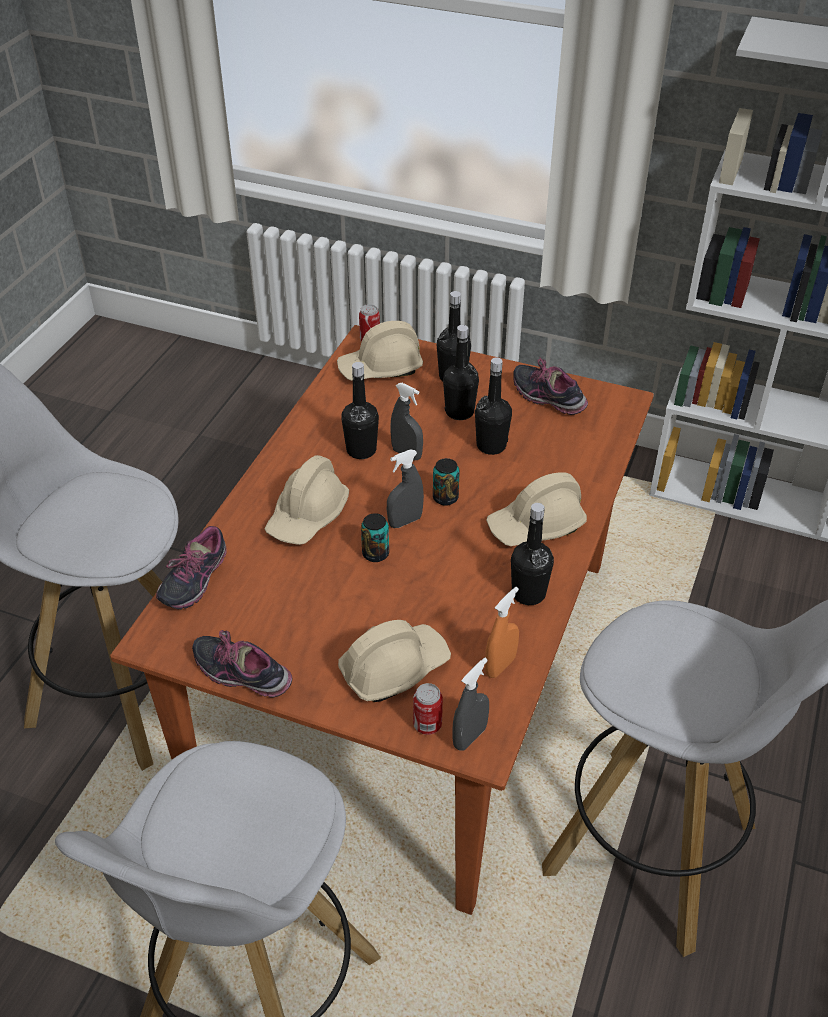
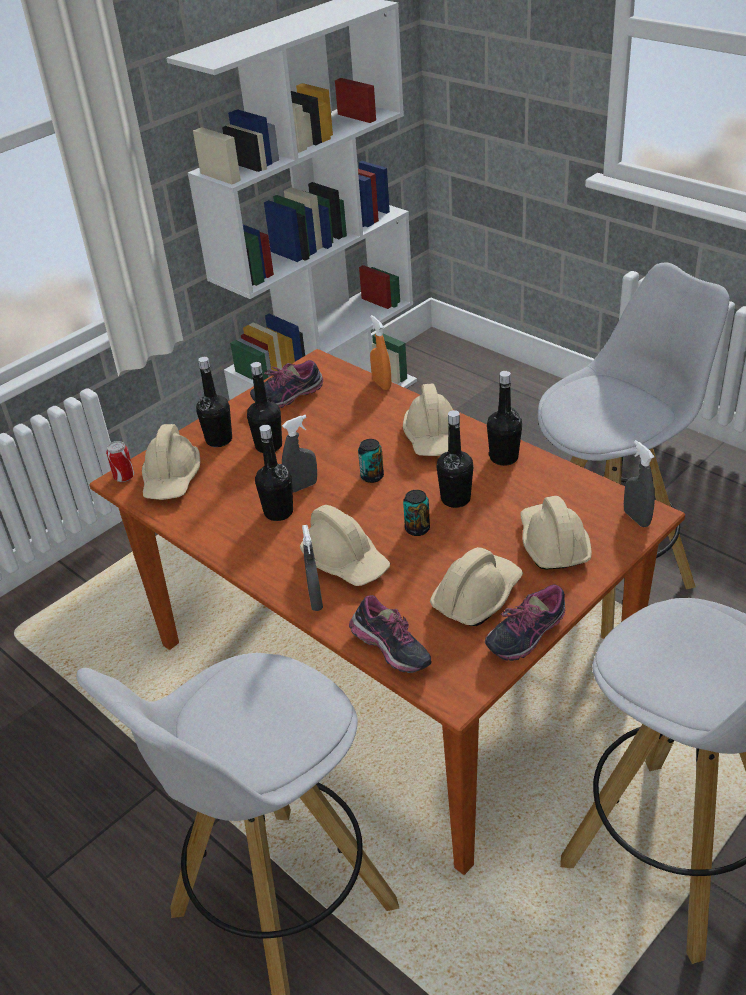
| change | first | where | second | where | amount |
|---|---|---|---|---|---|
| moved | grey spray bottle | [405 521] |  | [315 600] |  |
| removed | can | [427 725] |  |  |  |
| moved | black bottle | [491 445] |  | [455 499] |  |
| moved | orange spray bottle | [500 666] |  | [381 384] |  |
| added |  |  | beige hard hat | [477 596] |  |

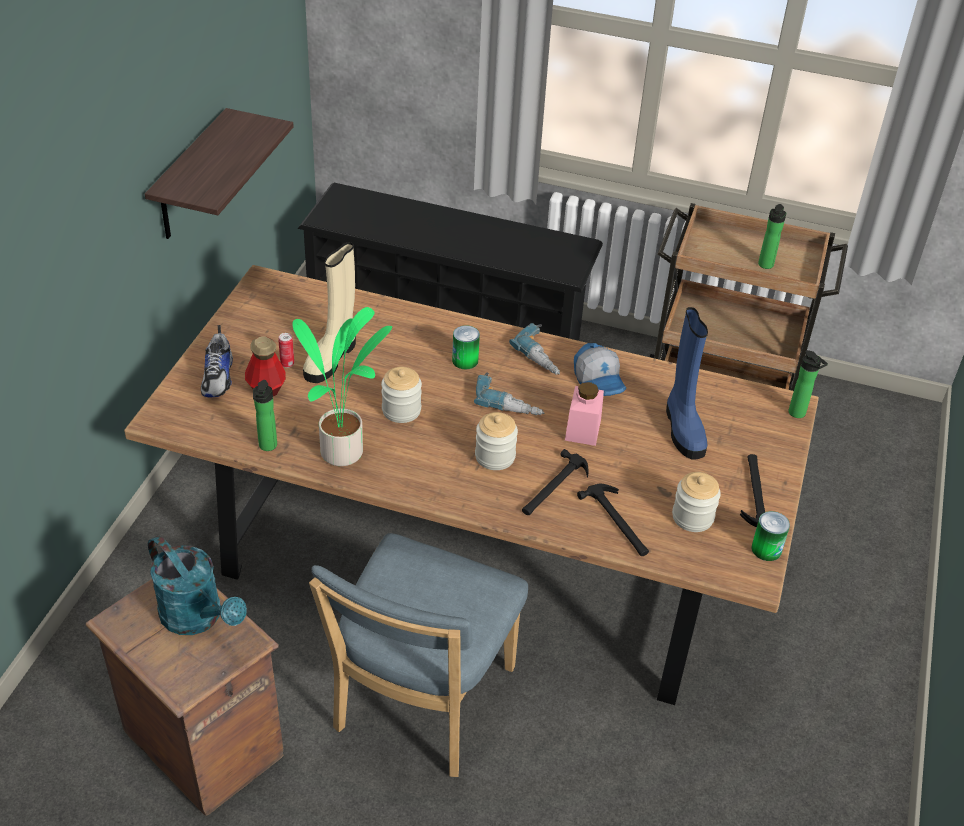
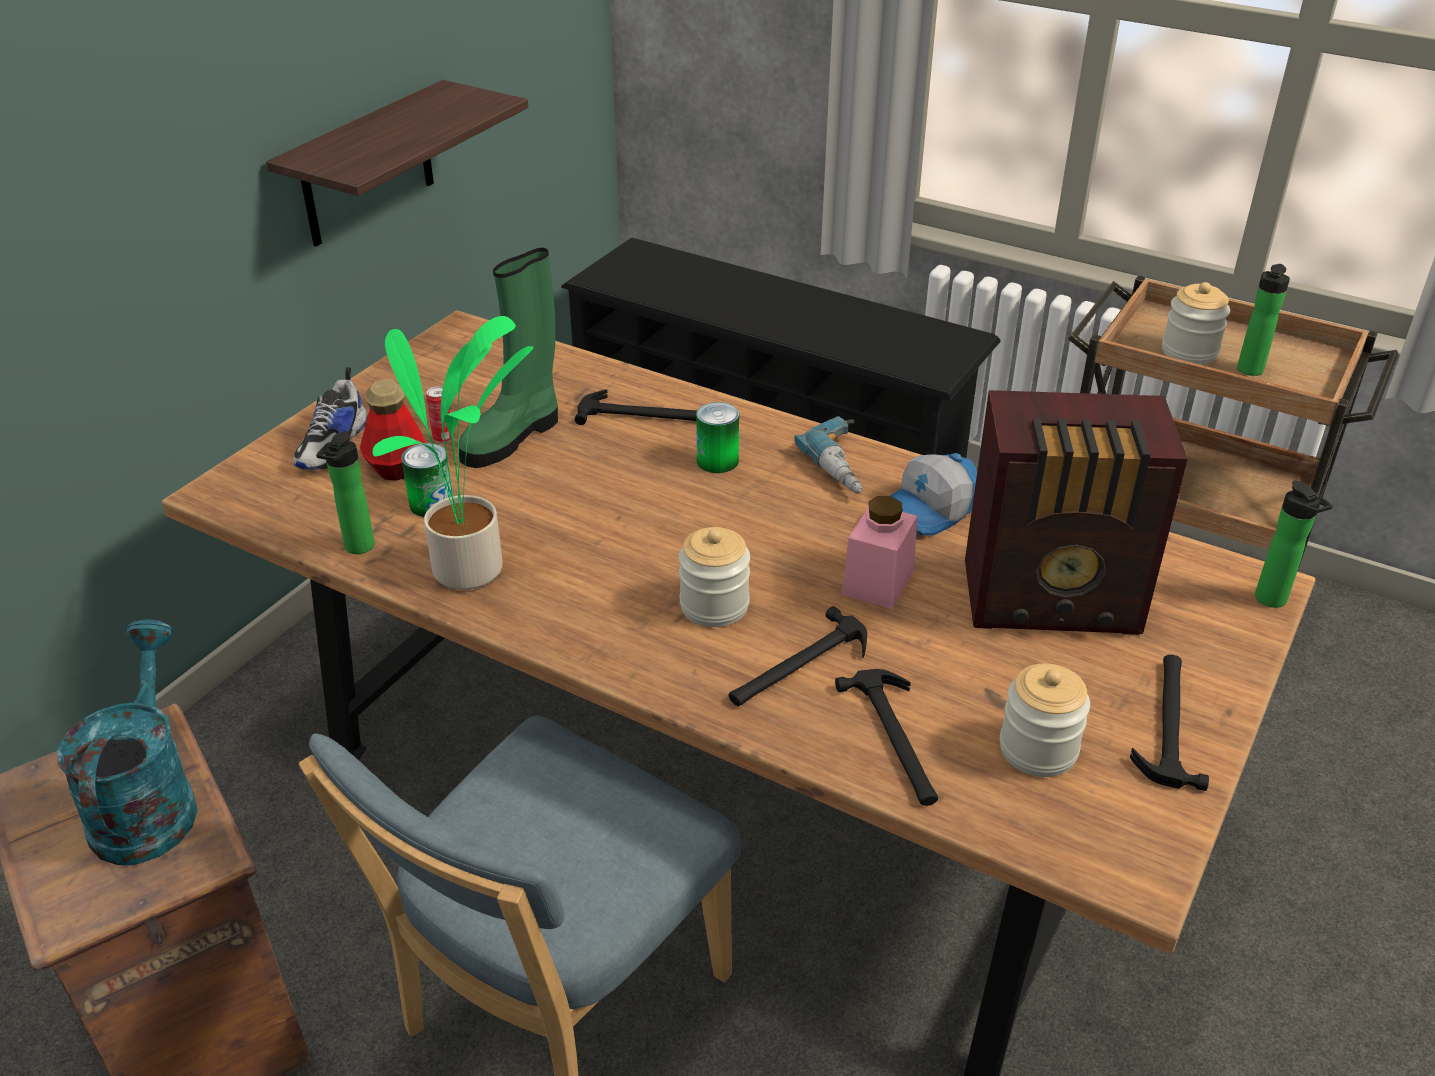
| change | first | where | second | where | amount |
|---|---|---|---|---|---|
| turned | turquoise watering can | [198 618] |  | [148 802] | 150 degrees counterclockwise |
| recoloured | beige boot | [331 358] | green boot | [513 437] |  |
| moved | jar | [401 410] |  | [1189 352] |  |
| removed | power drill | [510 401] |  |  |  |
| turned | cap | [599 380] |  | [928 511] | 60 degrees clockwise |
| replaced | blue boot | [683 429] | radio | [1055 601] |  |
| moved | can | [766 549] |  | [431 504] |  |
| added |  |  | hammer | [645 415] |  |

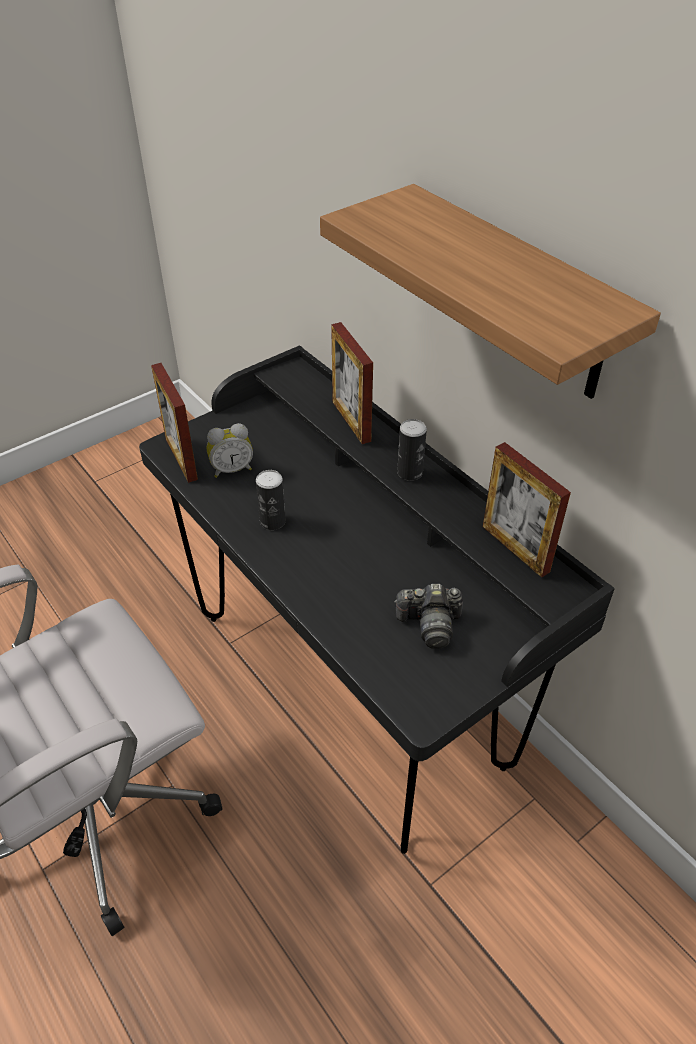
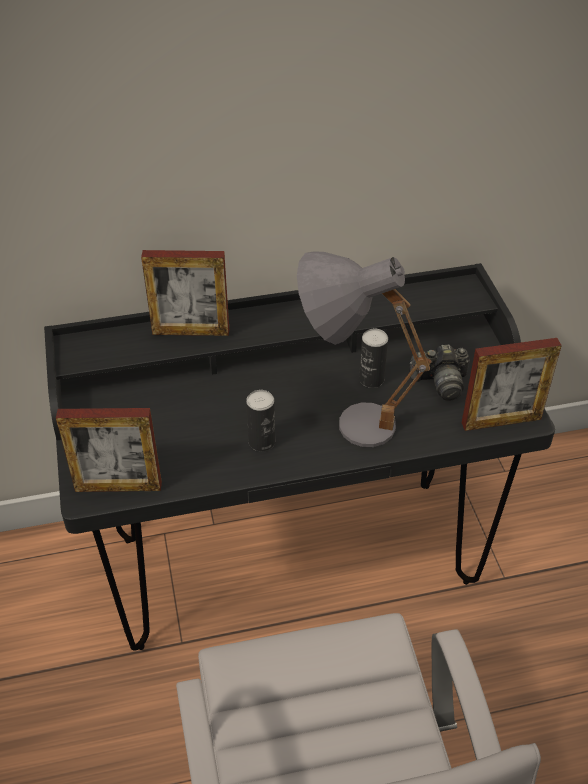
| change | first | where | second | where | amount |
|---|---|---|---|---|---|
| removed | alarm clock | [231 469] |  |  |  |
| removed | shelf | [515 294] |  |  |  |
| turned | photo camera | [429 624] |  | [440 383] | 60 degrees clockwise |
| moved | can | [410 472] |  | [371 379] |  |
| moved | picture frame | [515 548] |  | [501 421] |  |
| added |  |  | grey table lamp | [346 419] |  |

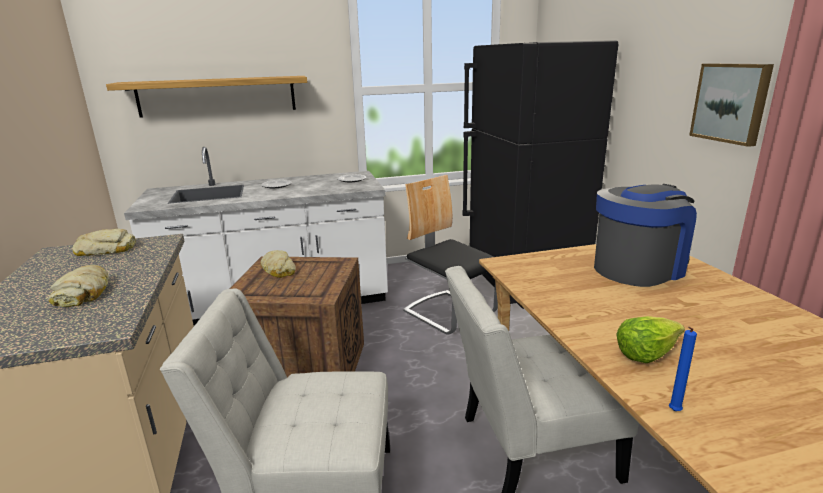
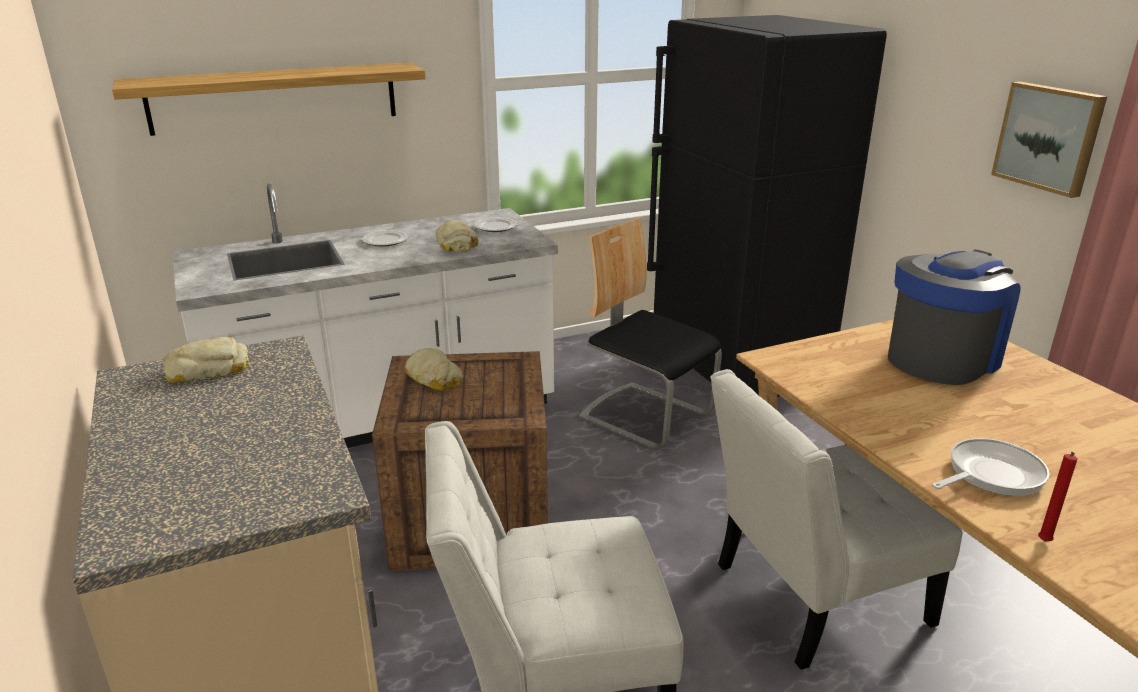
| change | first | where | second | where | amount |
|---|---|---|---|---|---|
| moved | bread | [84 293] |  | [456 243] |  |
| replaced | lettuce | [645 353] | frying pan | [991 474] |  |
| recoloured | blue candle | [673 412] | red candle | [1043 542] |  |

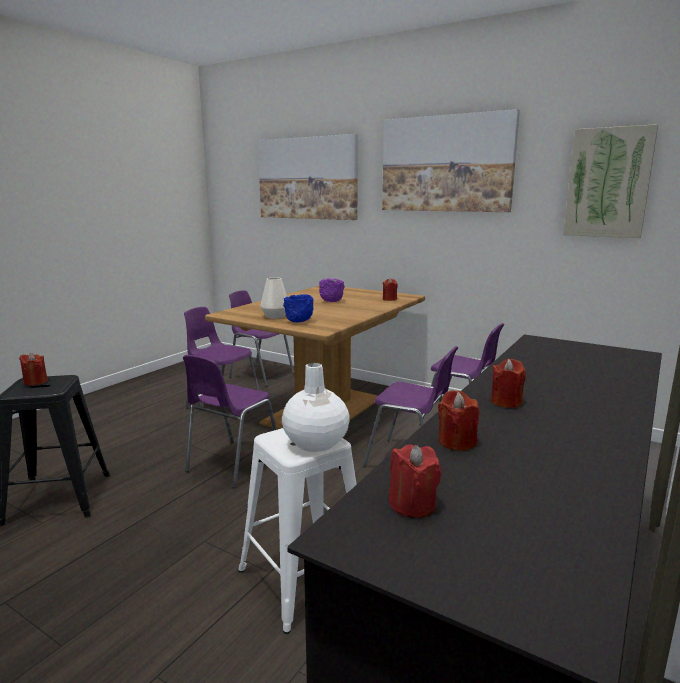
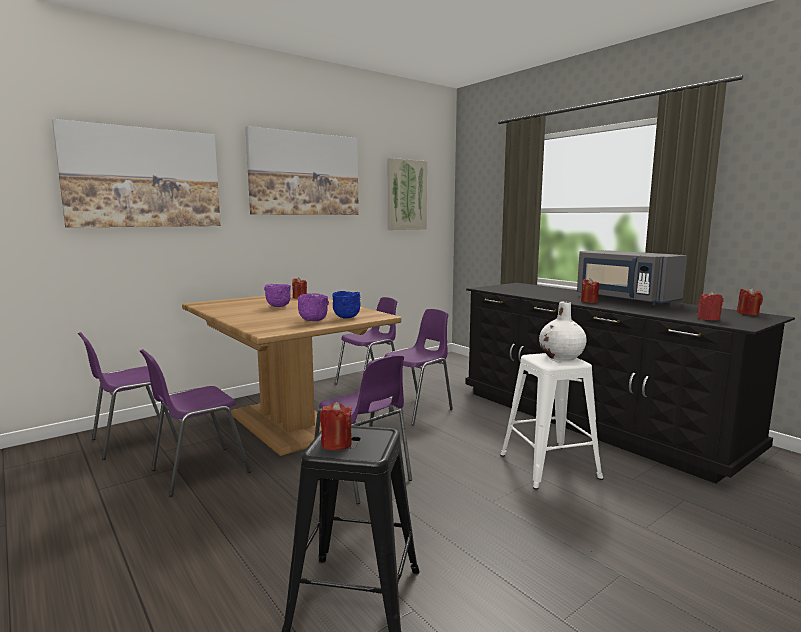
| change | first | where | second | where | amount |
|---|---|---|---|---|---|
| replaced | white vase | [275 316] | purple bowl | [313 321] |  |
| moved | red candle | [456 442] |  | [748 313] |  |
| added |  |  | grey microwave | [624 299] |  |

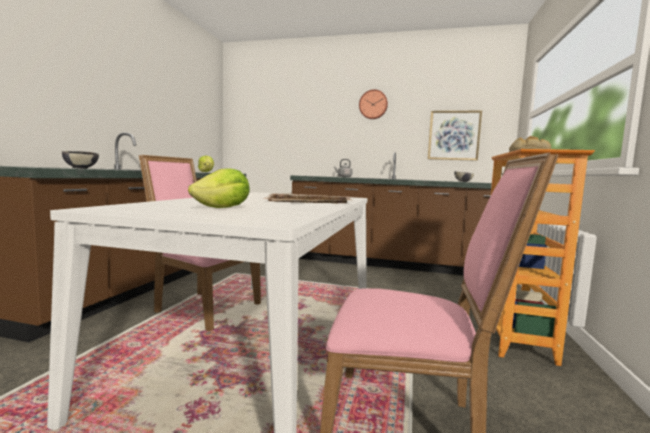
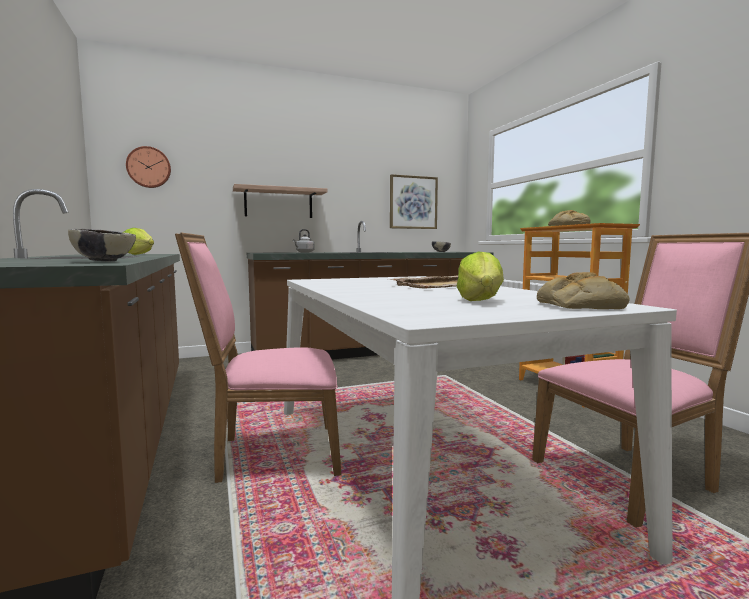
| change | first | where | second | where | amount |
|---|---|---|---|---|---|
| moved | wall clock | [373 104] |  | [149 167] |  |
| added |  |  | shelf | [278 203] |  |
| added |  |  | bread | [580 306] |  |

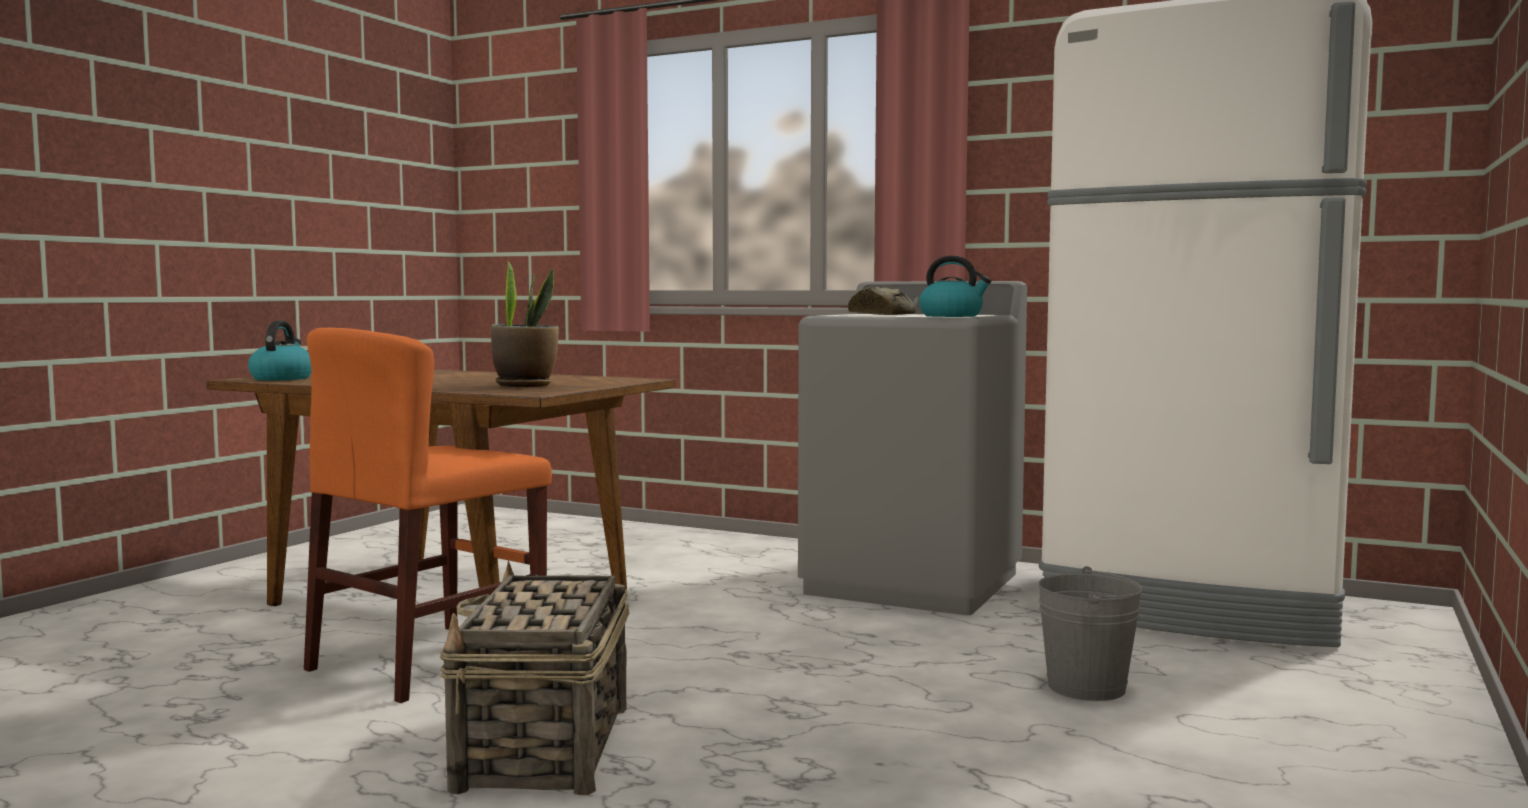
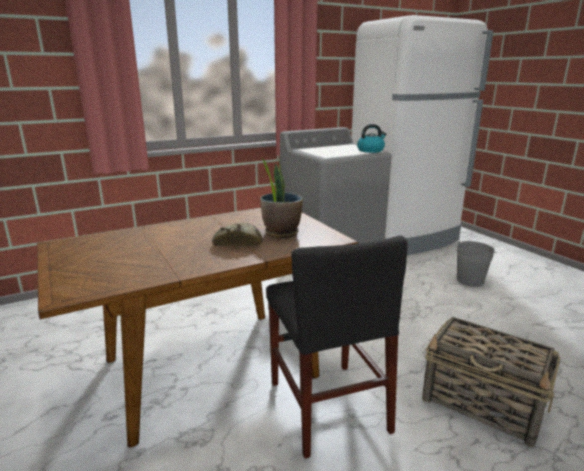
| change | first | where | second | where | amount |
|---|---|---|---|---|---|
| removed | kettle | [282 378] |  |  |  |
| recoloured | orange chair | [429 661] | black chair | [328 406] |  |
| moved | bread | [883 314] |  | [237 242] |  |

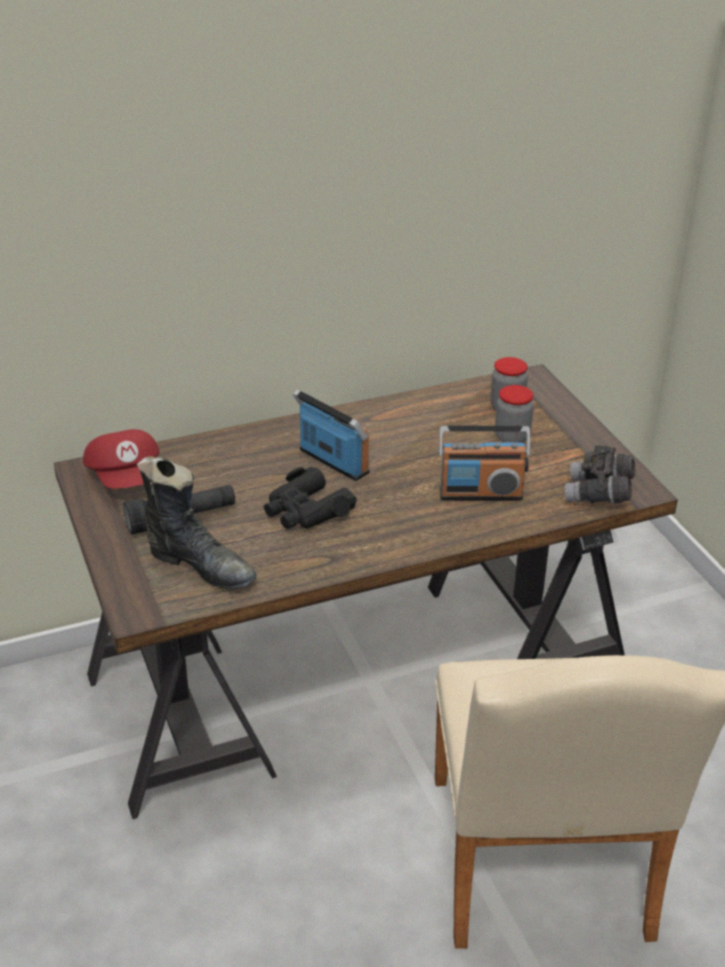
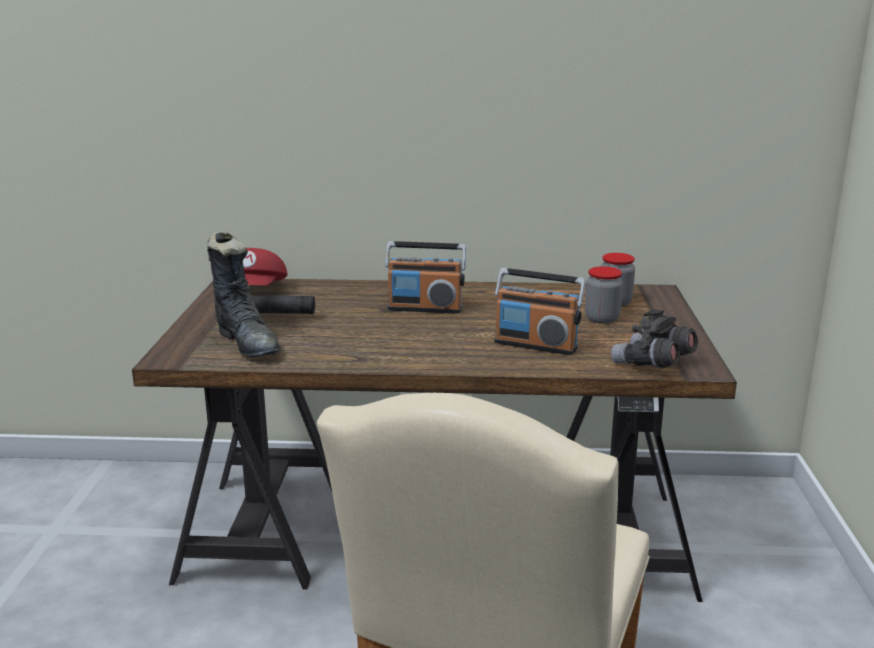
| change | first | where | second | where | amount |
|---|---|---|---|---|---|
| removed | black binoculars | [306 511] |  |  |  |
| turned | radio | [333 462] |  | [425 308] | 120 degrees clockwise |

